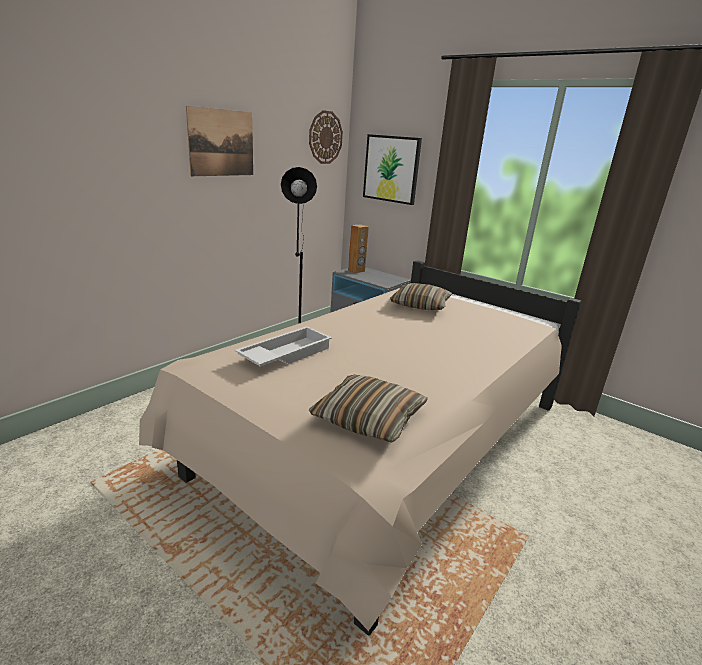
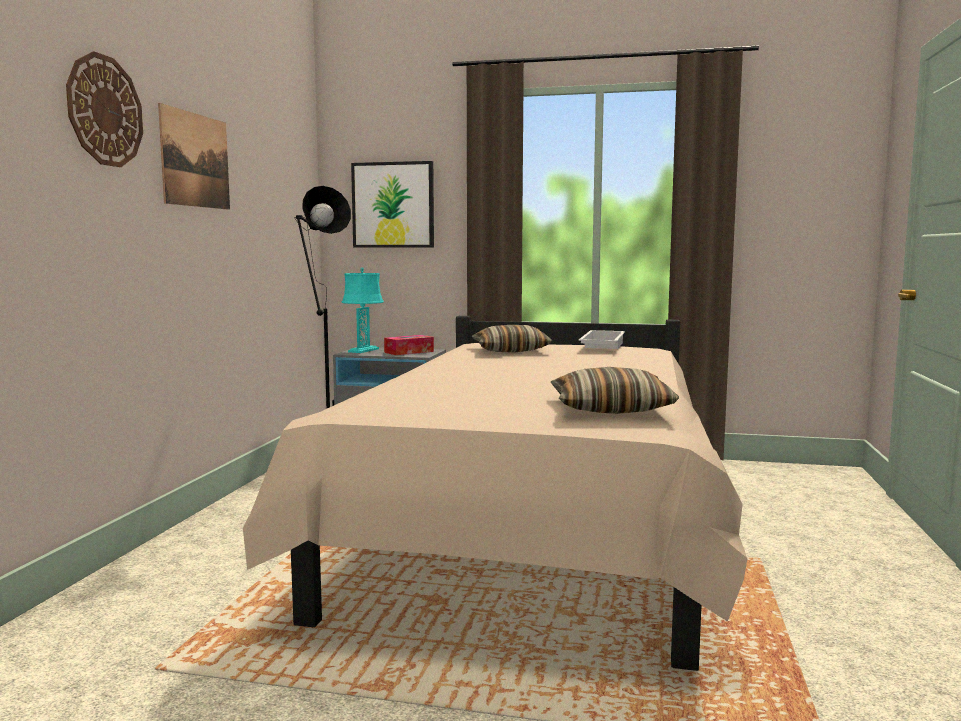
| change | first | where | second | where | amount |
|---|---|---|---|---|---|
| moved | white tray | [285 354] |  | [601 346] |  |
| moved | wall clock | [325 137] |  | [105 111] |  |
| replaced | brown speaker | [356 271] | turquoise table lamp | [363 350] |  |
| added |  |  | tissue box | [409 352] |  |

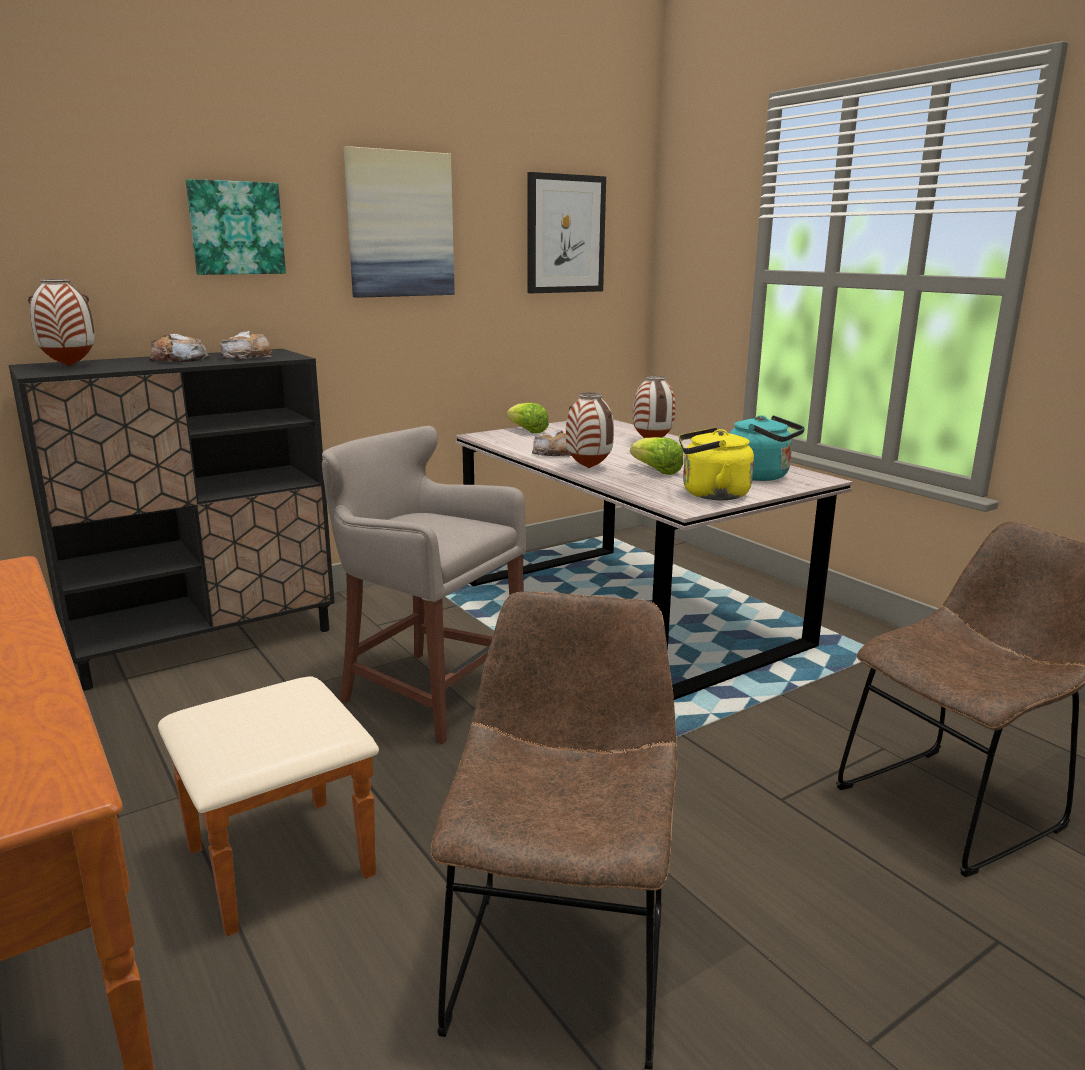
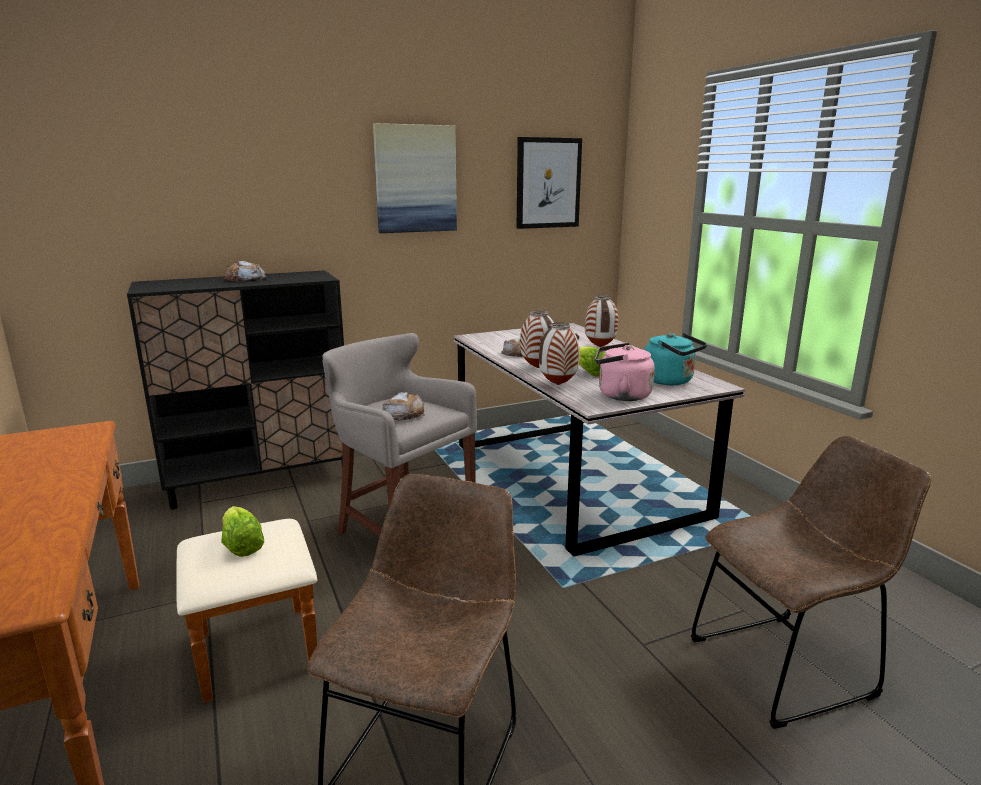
| change | first | where | second | where | amount |
|---|---|---|---|---|---|
| moved | vase | [69 366] |  | [557 385] |  |
| removed | picture | [236 228] |  |  |  |
| moved | bread | [247 357] |  | [404 413] |  |
| moved | lettuce | [527 431] |  | [241 545] |  |
| recoloured | yellow kettle | [710 494] | pink kettle | [620 395] |  |

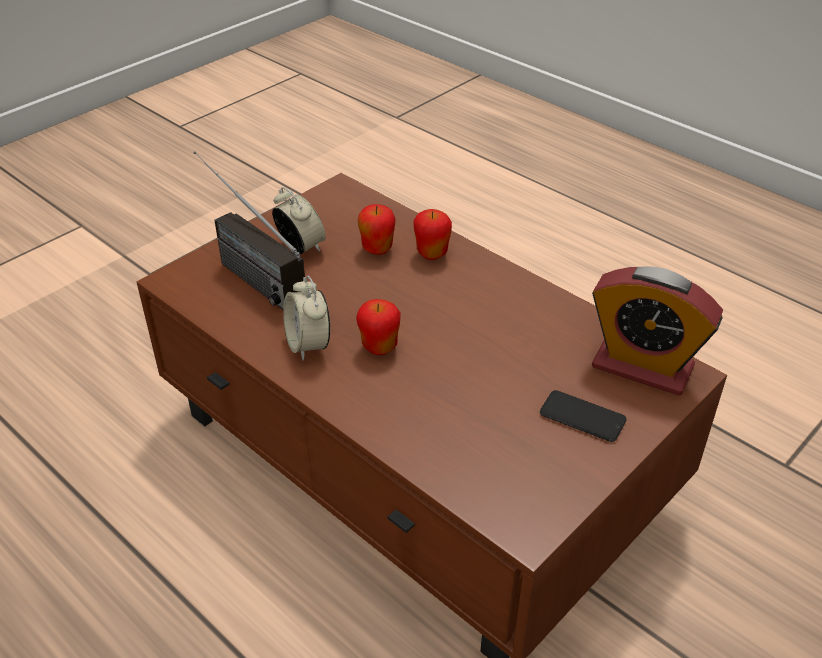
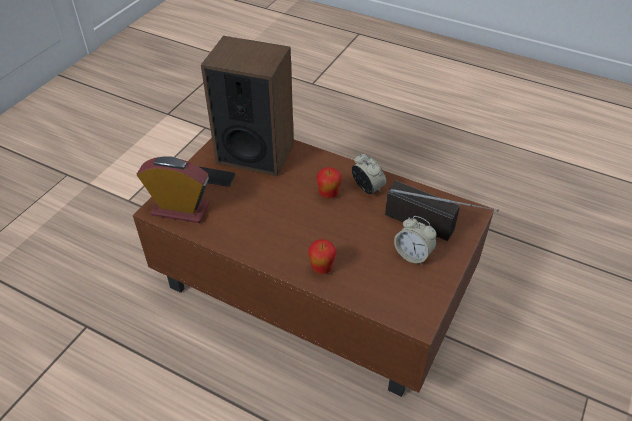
| change | first | where | second | where | amount |
|---|---|---|---|---|---|
| removed | apple | [377 249] |  |  |  |
| added |  |  | speaker | [255 153] |  |

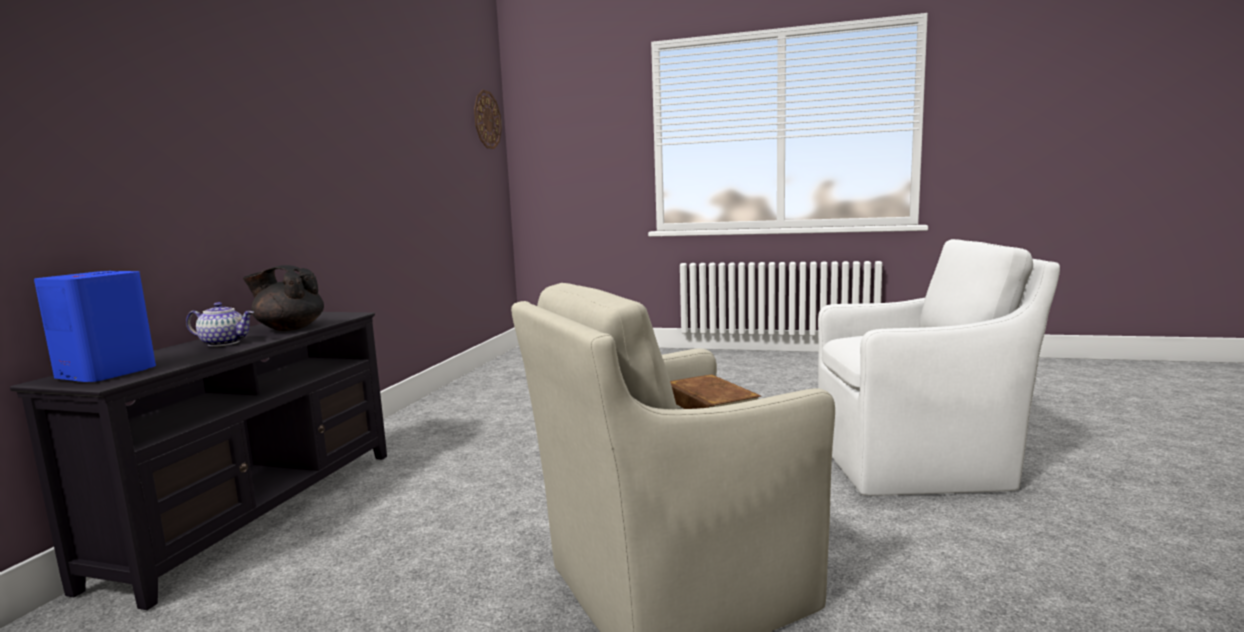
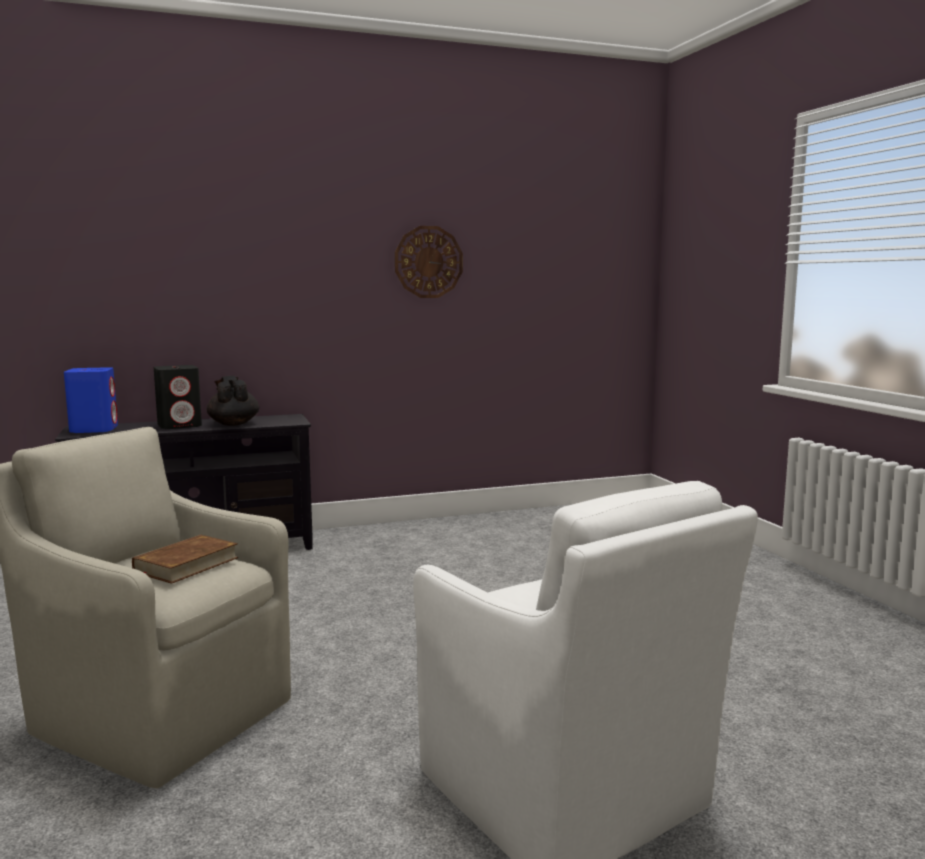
| change | first | where | second | where | amount |
|---|---|---|---|---|---|
| replaced | teapot | [225 343] | black speaker | [180 425] |  |
| moved | wall clock | [487 120] |  | [428 262] |  |

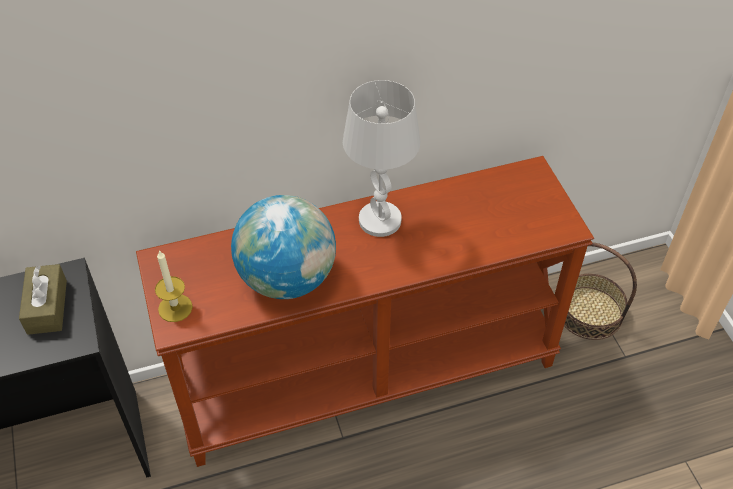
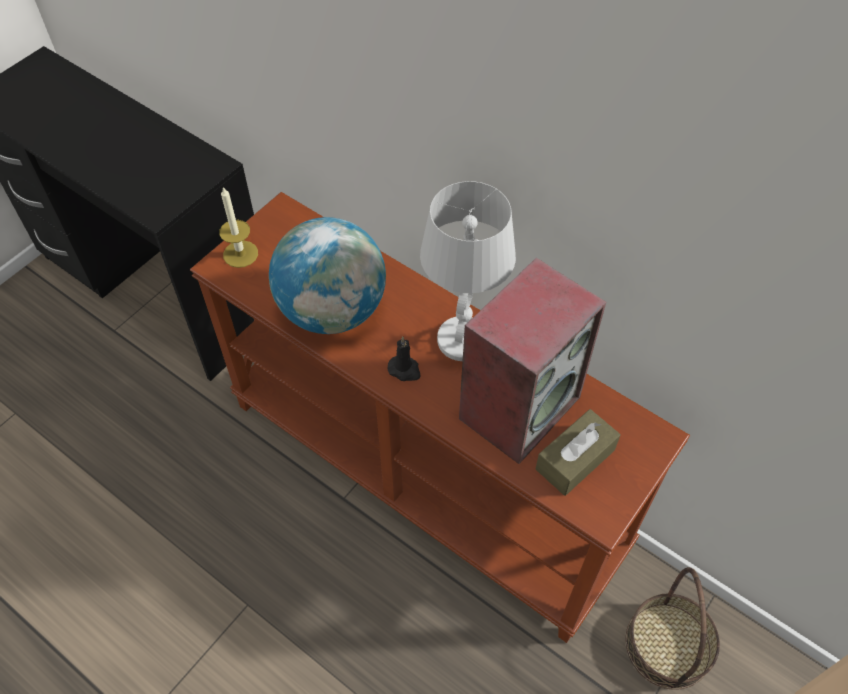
| change | first | where | second | where | amount |
|---|---|---|---|---|---|
| moved | brown tissue box | [47 307] |  | [575 459] |  |
| added |  |  | black candle | [405 370] |  |
| added |  |  | speaker | [519 406] |  |

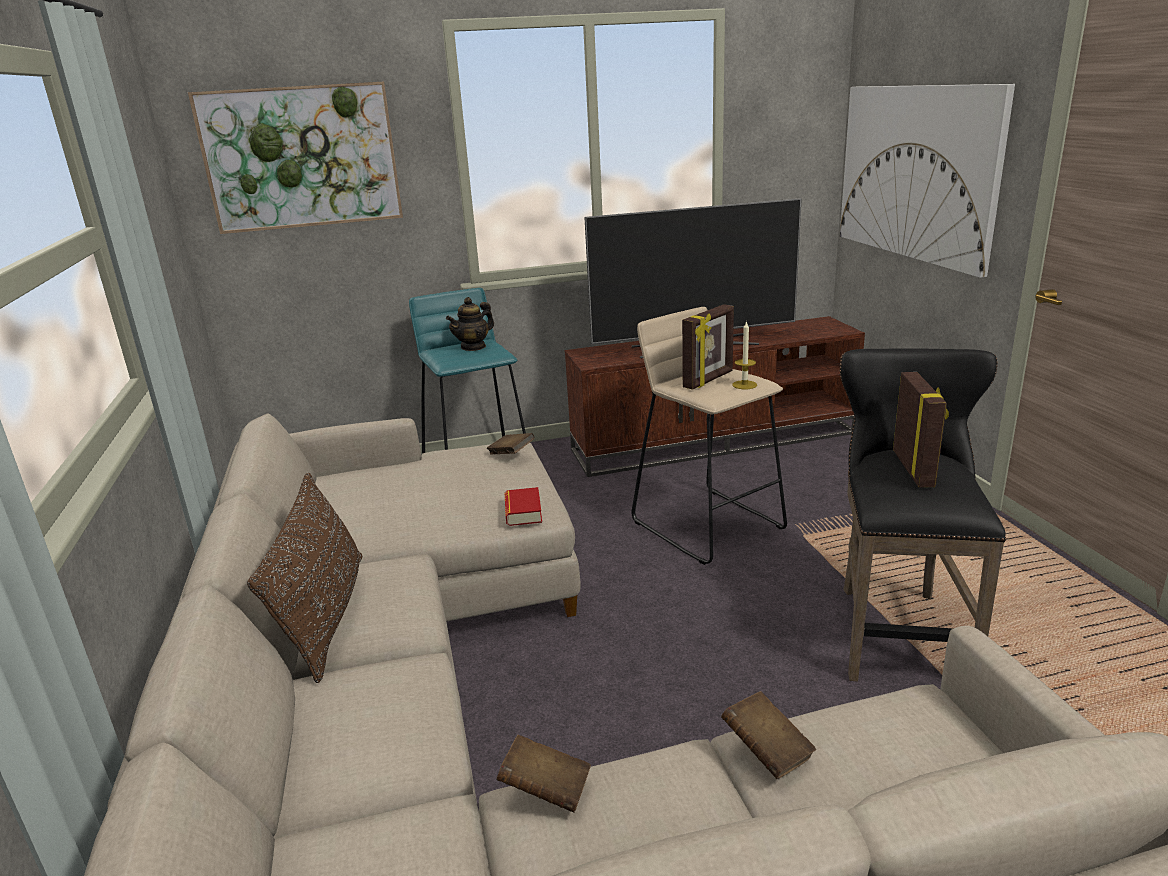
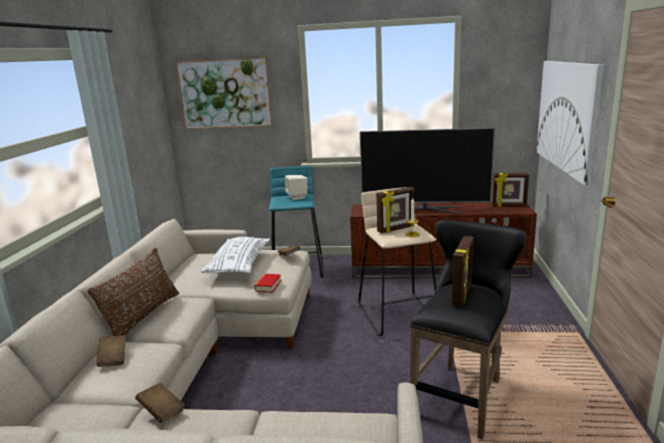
| change | first | where | second | where | amount |
|---|---|---|---|---|---|
| replaced | teapot | [473 347] | beige speaker | [297 197] |  |
| moved | brown book | [767 750] |  | [113 358] |  |
| added |  |  | white pillow | [239 264] |  |
| added |  |  | picture frame | [509 206] |  |

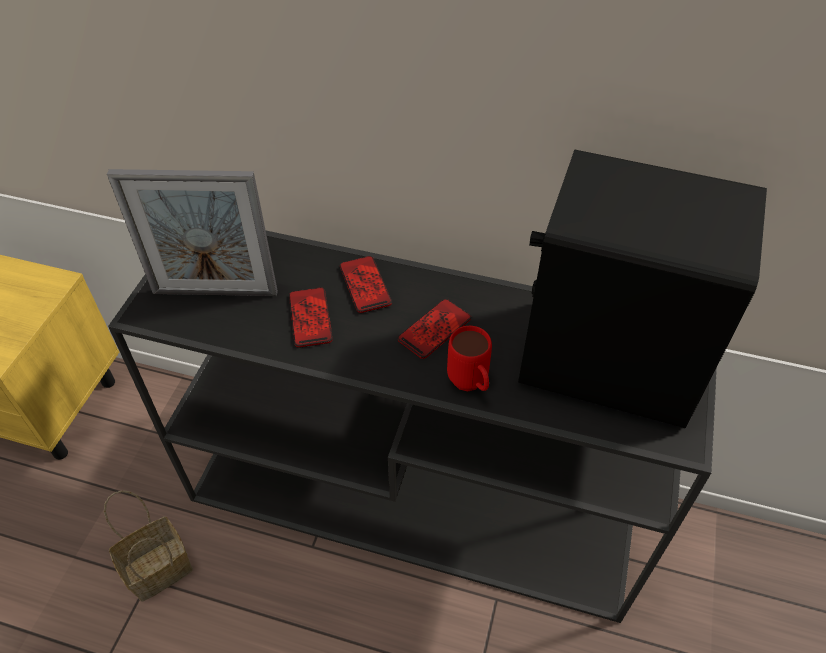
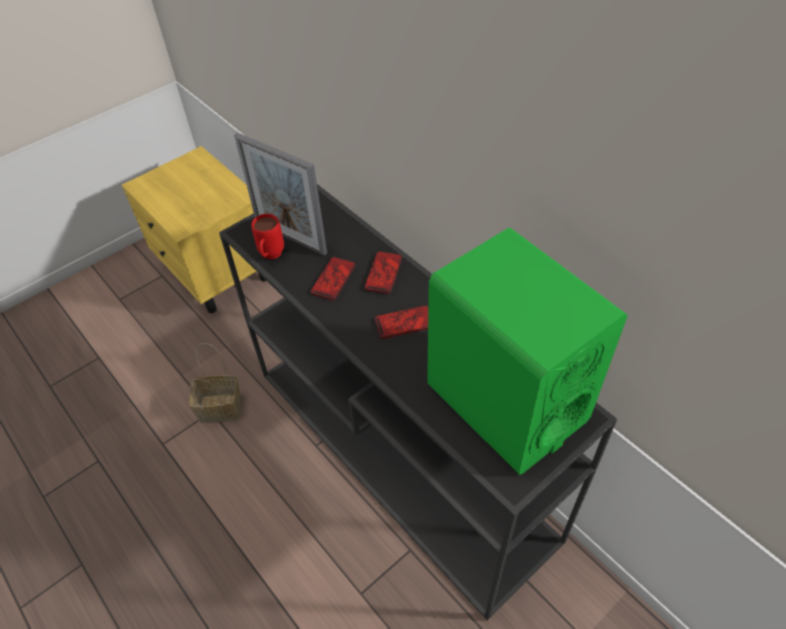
| change | first | where | second | where | amount |
|---|---|---|---|---|---|
| moved | red mug | [470 386] |  | [270 257] |  |
| recoloured | black speaker | [607 361] | green speaker | [505 402] |  |

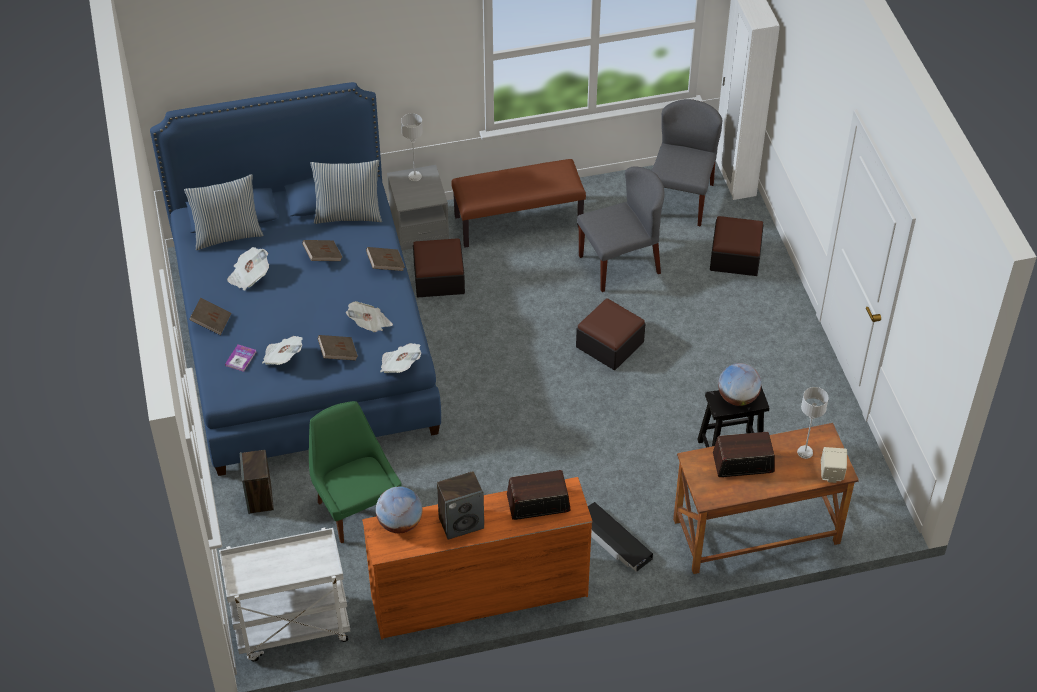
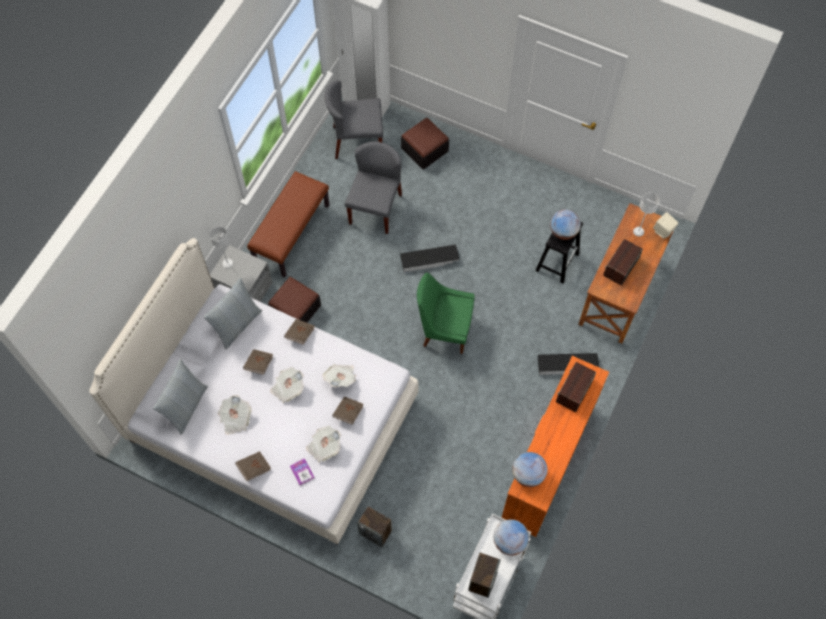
| change | first | where | second | where | amount |
|---|---|---|---|---|---|
| recoloured | blue bed | [303 339] | white bed | [272 419] |  |
| moved | green chair | [356 508] |  | [444 329] |  |
| moved | newspaper | [400 365] |  | [288 388] |  |
| moved | speaker | [461 523] |  | [482 580] |  |
| replaced | ottoman | [609 344] | black storage box | [429 260] |  |
| turned | grey chair | [681 199] |  | [357 141] | 60 degrees counterclockwise |
| added |  |  | globe | [509 541] |  |

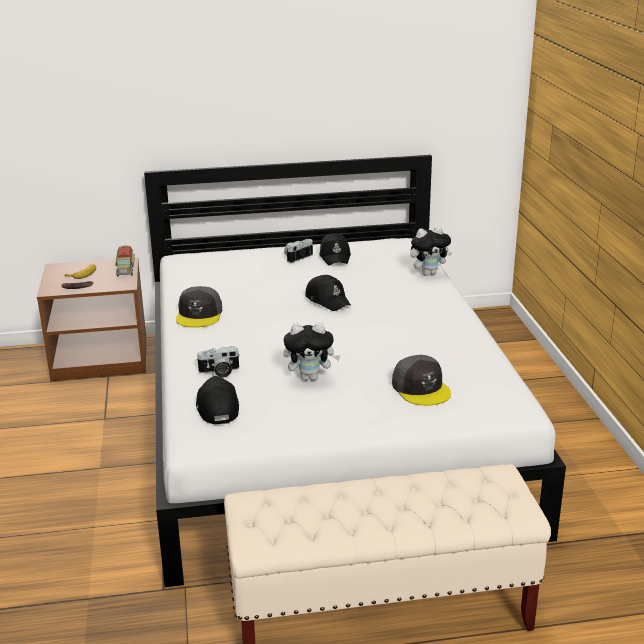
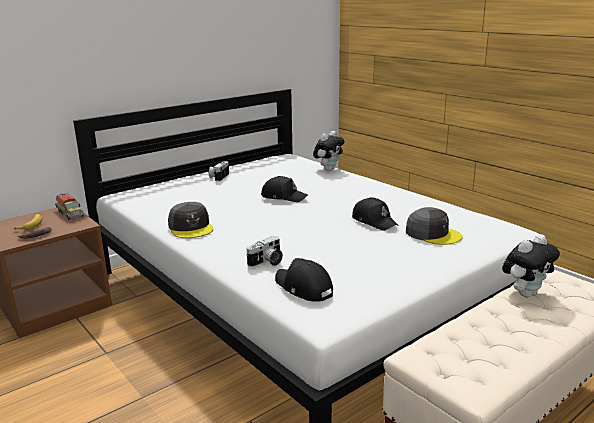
| change | first | where | second | where | amount |
|---|---|---|---|---|---|
| moved | plush toy | [310 377] |  | [525 293] |  |
| moved | black cap | [335 256] |  | [374 221] |  |

